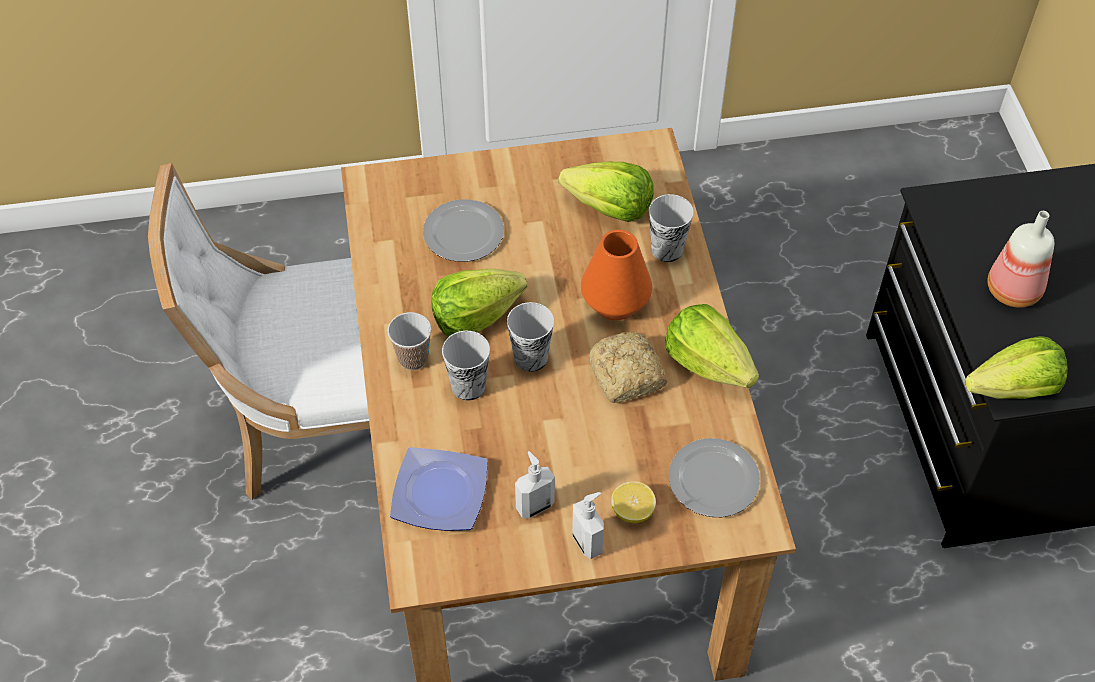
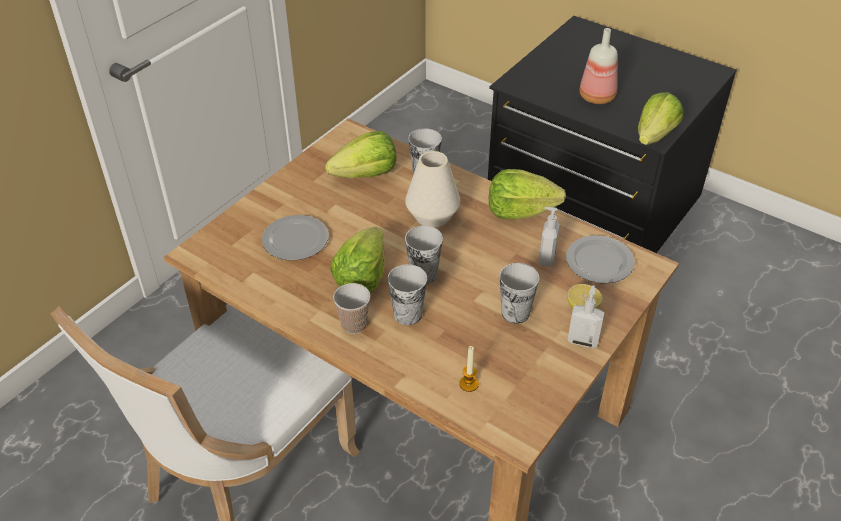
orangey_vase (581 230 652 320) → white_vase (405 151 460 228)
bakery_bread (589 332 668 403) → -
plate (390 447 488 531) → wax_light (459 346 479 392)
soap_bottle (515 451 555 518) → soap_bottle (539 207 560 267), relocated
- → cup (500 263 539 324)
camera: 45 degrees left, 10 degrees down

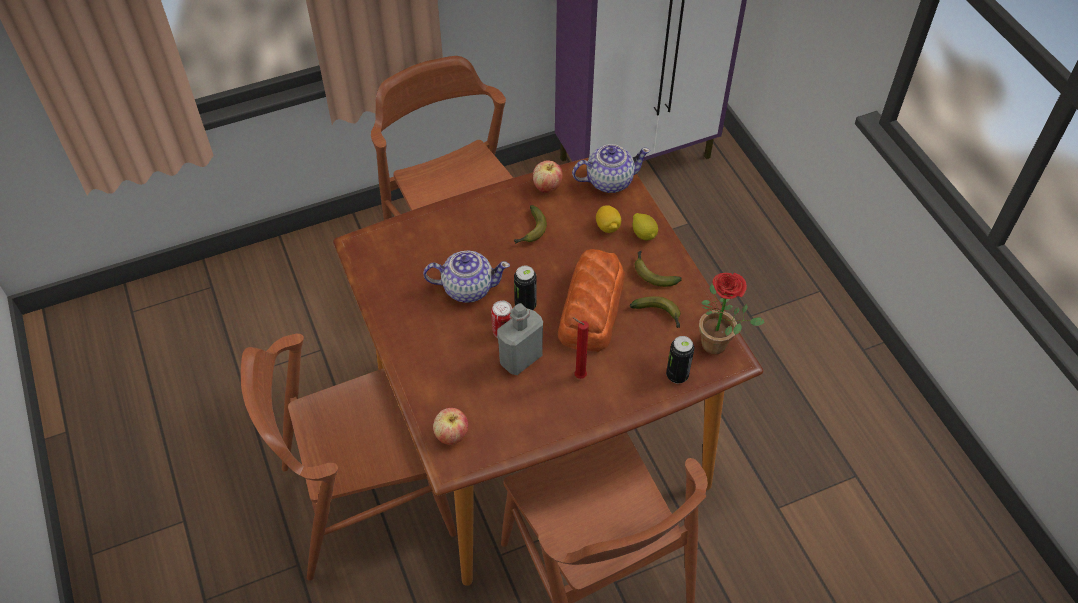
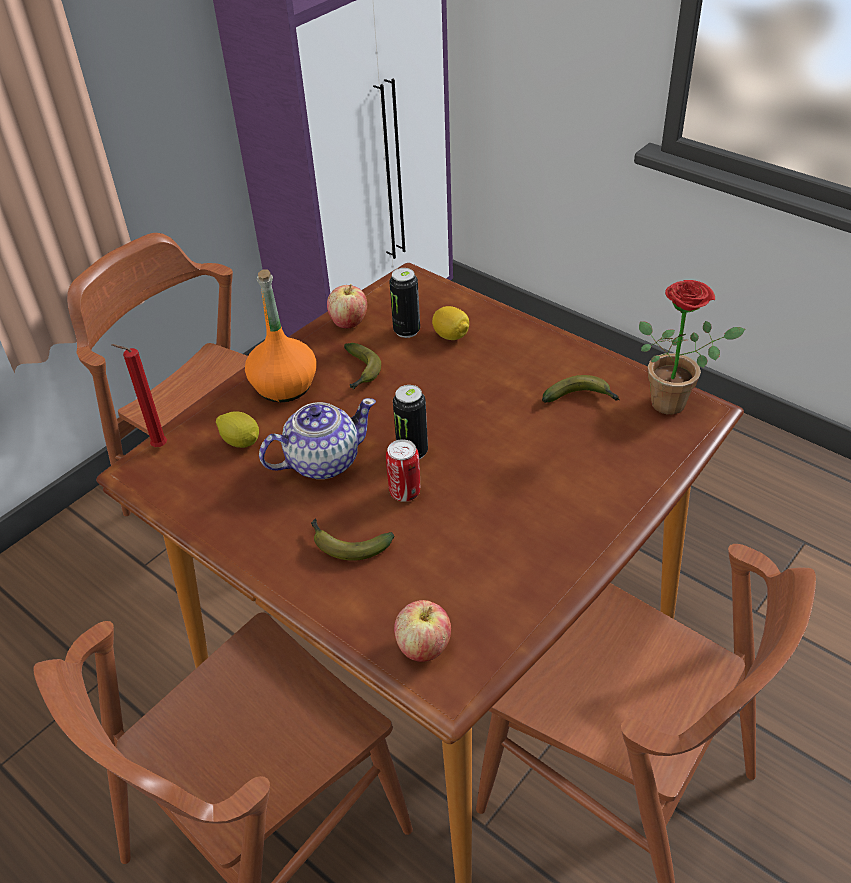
pot_for_tea (572 144 651 193) → -
citrus_fruit (632 213 658 241) → citrus_fruit (216 411 259 448), relocated
bakery_bread (558 249 625 352) → -
banana (635 251 682 287) → banana (311 518 394 561), relocated
gray_beverage_bottle (497 303 543 375) → -
reddish_wax_light (573 318 589 379) → reddish_wax_light (111 344 167 447), relocated
metal_can (666 336 694 383) → metal_can (389 268 420 338), relocated
- → orangey_beverage_bottle (245 269 316 402)
camera: 25 degrees left, 10 degrees down

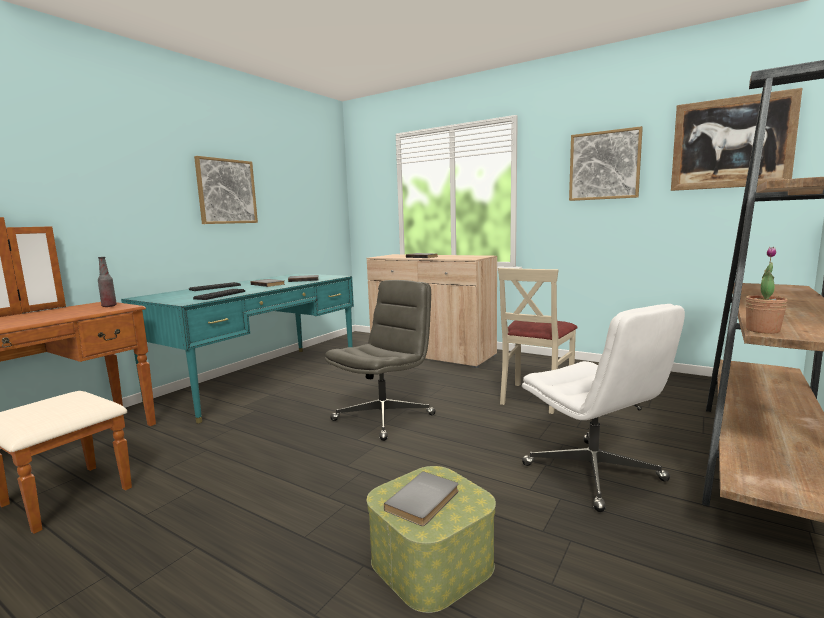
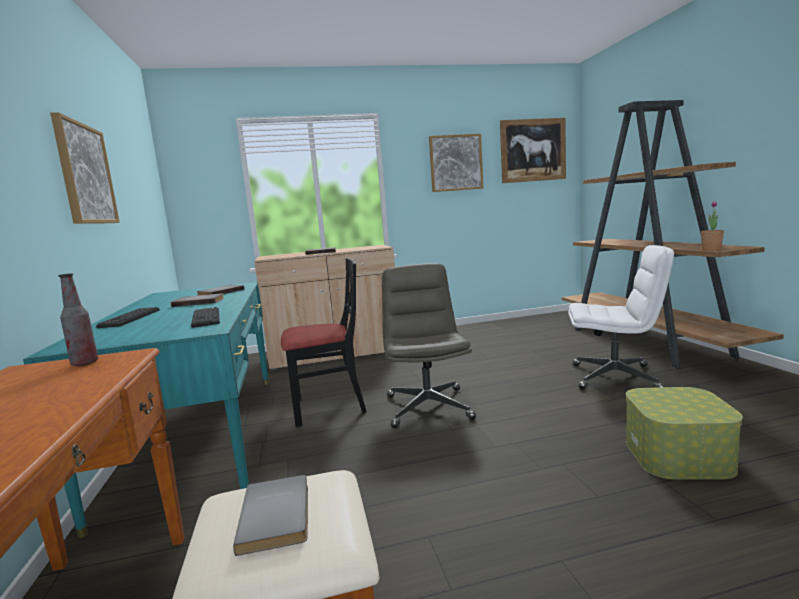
sand-coloured_upright_chair (498 268 578 414) → -
gray_volume (384 471 458 526) → gray_volume (233 475 308 556), relocated
- → blackish_upright_chair (281 258 367 427)
camera: 45 degrees left, 0 degrees up

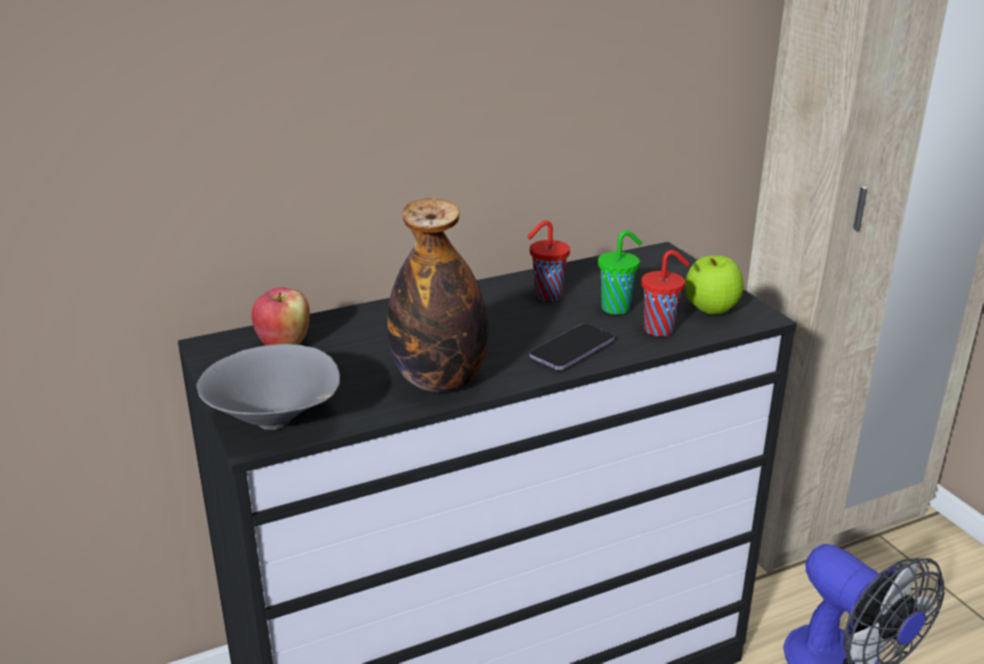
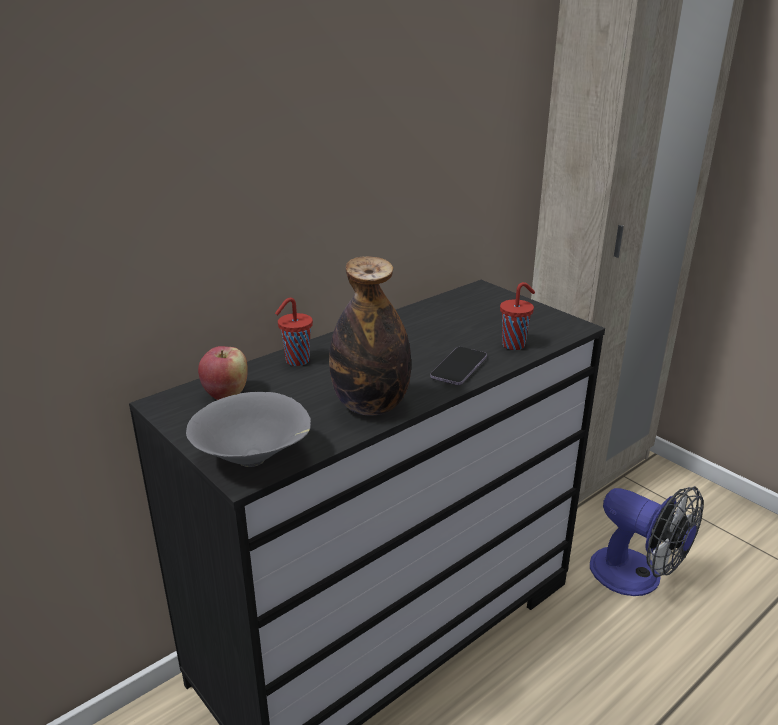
reddish_cup (527 220 570 301) → reddish_cup (275 297 313 366), relocated
green_cup (598 231 642 315) → -
whole_apple (685 256 744 315) → -
camera: 15 degrees left, 0 degrees up

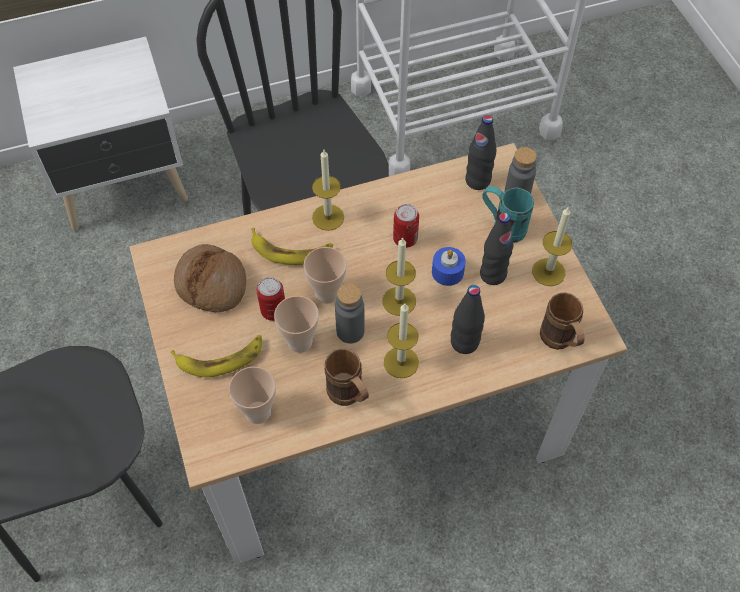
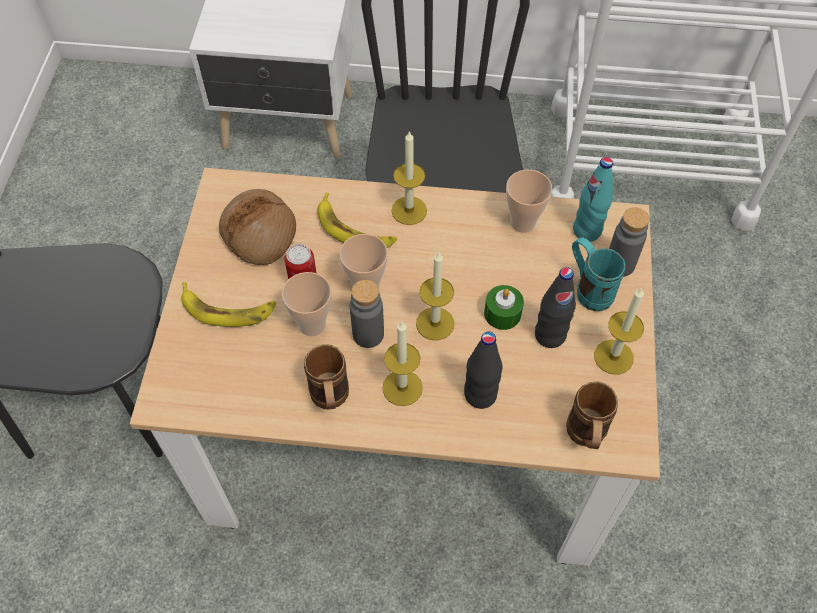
blackish_beverage_bottle (465 115 497 190) → blue-green_beverage_bottle (573 157 613 242)
metal_can (393 204 419 248) → -
blue-coloured_wax_light (432 247 466 286) → green_wax_light (484 285 524 330)
cup (229 367 276 424) → cup (506 170 553 233), relocated
camera: 25 degrees right, 0 degrees up

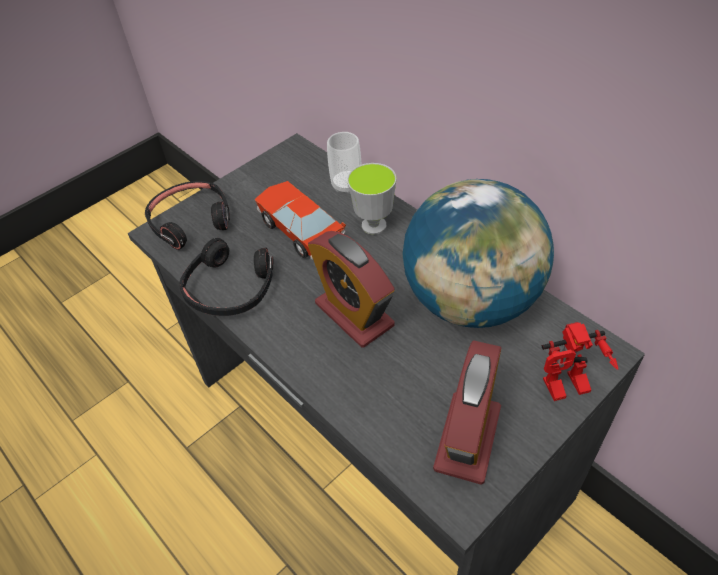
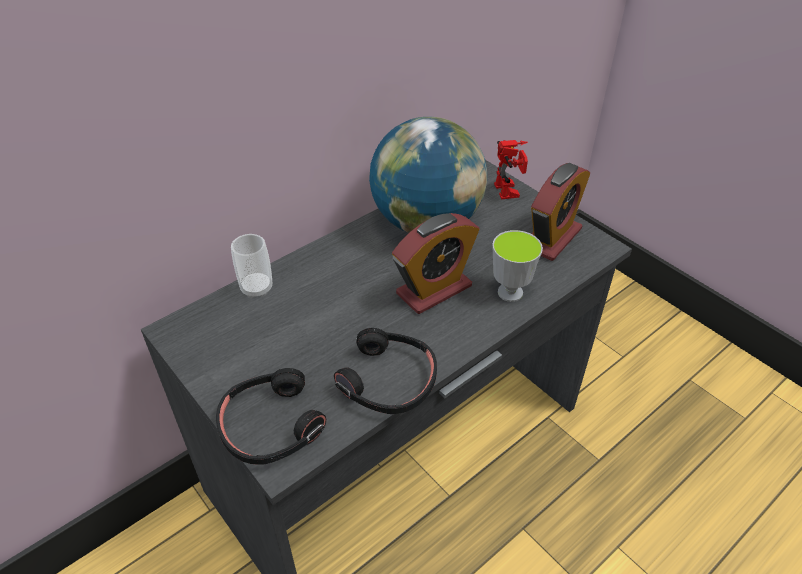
cup (347 163 397 235) → cup (492 230 543 302), relocated
toy_car (254 181 346 260) → -
table_clock (433 340 501 485) → table_clock (531 163 590 261), 75 degrees counterclockwise
camera: 90 degrees left, 5 degrees down

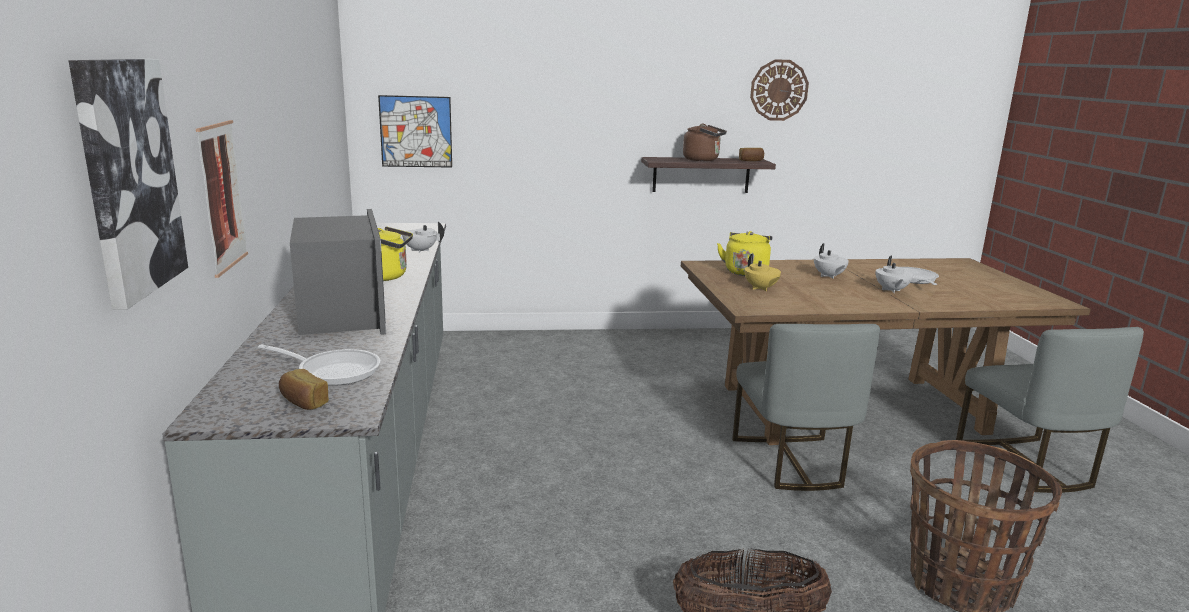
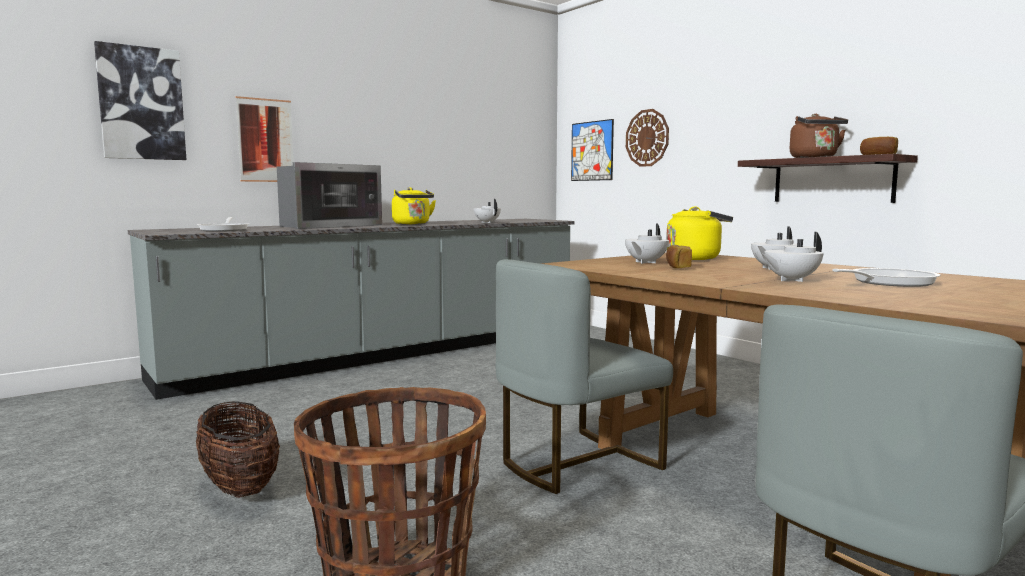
wall_clock (750 59 809 121) → wall_clock (626 109 669 167), relocated
yellowish_pot_for_tea (744 253 781 291) → white_pot_for_tea (625 224 669 264)
bakery_bread (279 369 329 410) → bakery_bread (666 245 692 268), relocated
camera: 60 degrees right, 10 degrees down

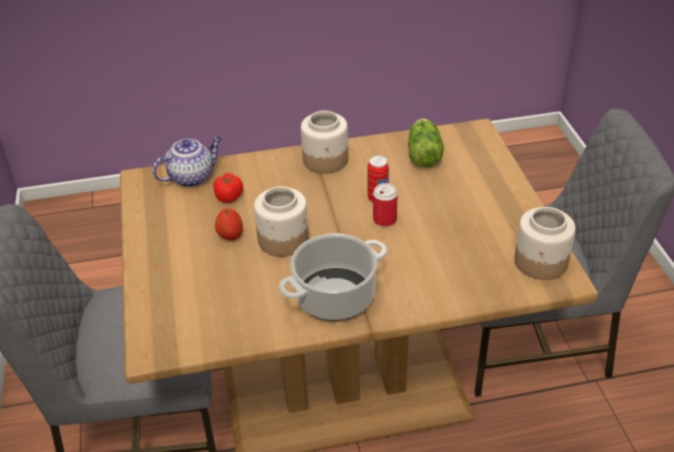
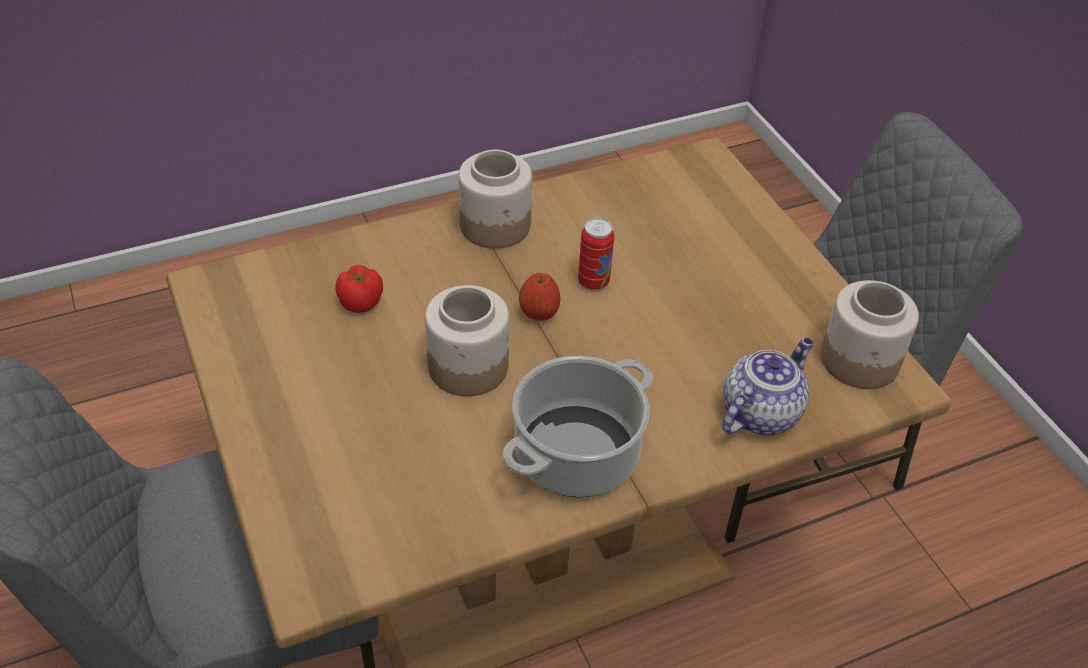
head_of_lettuce (408 119 444 168) → -
pot_for_tea (152 136 222 187) → pot_for_tea (722 338 813 435), relocated
metal_can (373 183 398 226) → -
whole_apple (215 208 243 240) → whole_apple (519 273 561 321), relocated
camera: 15 degrees left, 5 degrees up

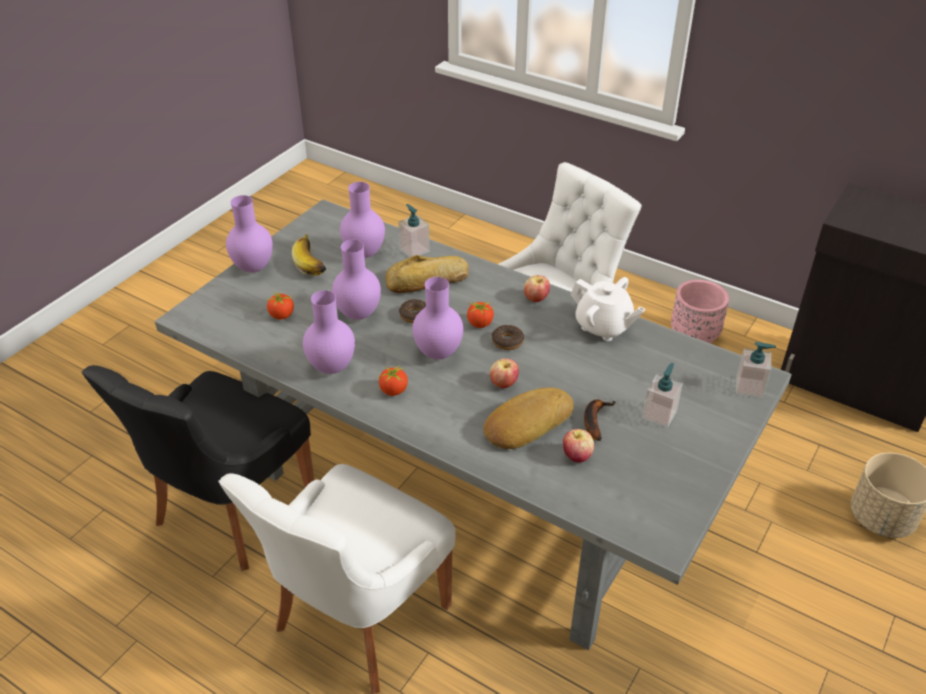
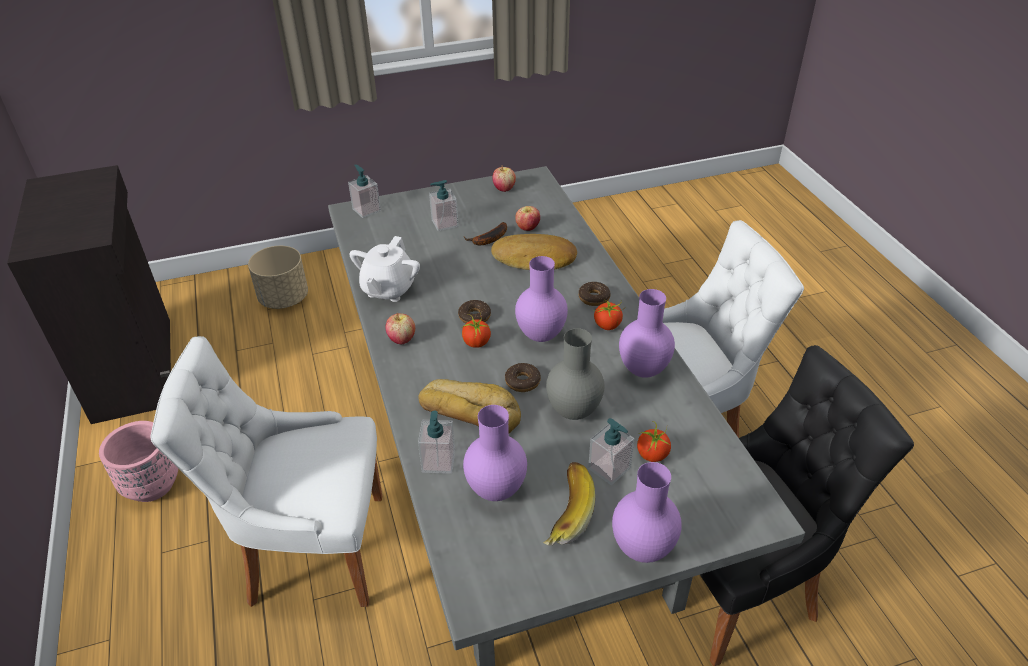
purplish_vase (332 239 381 320) → gray_vase (546 328 605 420)
white_pot_for_tea (570 277 645 341) → white_pot_for_tea (349 236 420 302), 150 degrees counterclockwise
whole_apple (490 358 519 388) → whole_apple (492 165 516 192), relocated
- → donut (578 282 611 306)
- → soap_bottle (588 418 634 485)
camera: 140 degrees left, 0 degrees up

